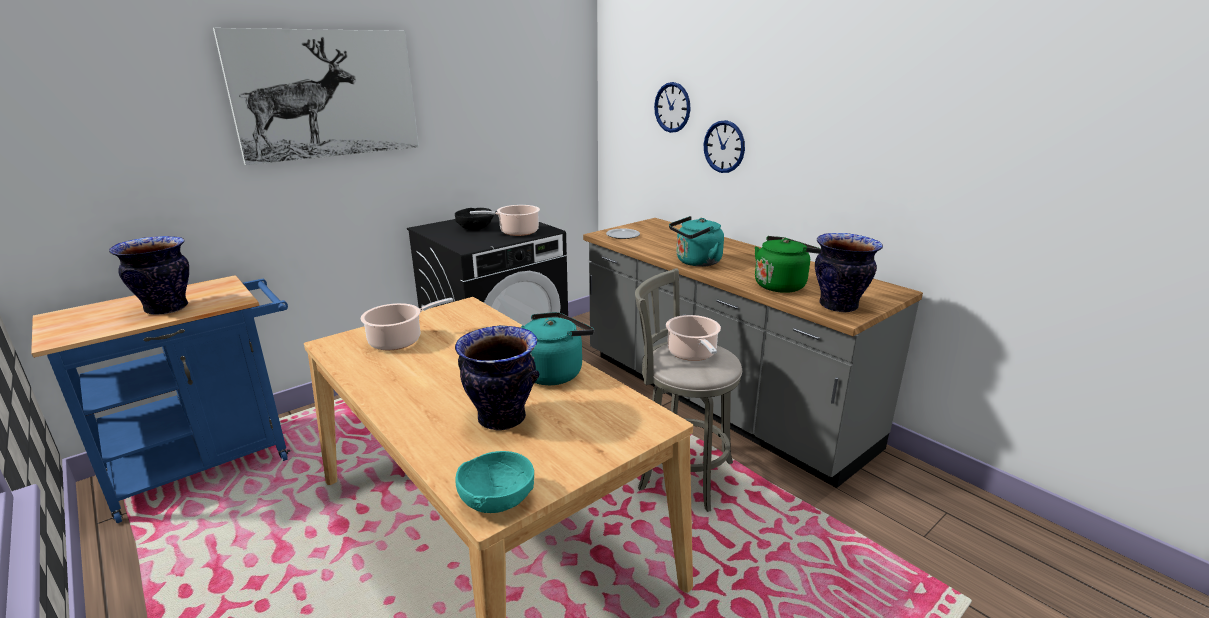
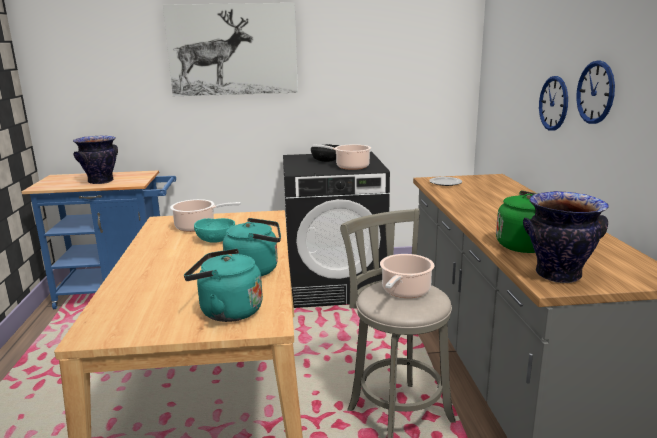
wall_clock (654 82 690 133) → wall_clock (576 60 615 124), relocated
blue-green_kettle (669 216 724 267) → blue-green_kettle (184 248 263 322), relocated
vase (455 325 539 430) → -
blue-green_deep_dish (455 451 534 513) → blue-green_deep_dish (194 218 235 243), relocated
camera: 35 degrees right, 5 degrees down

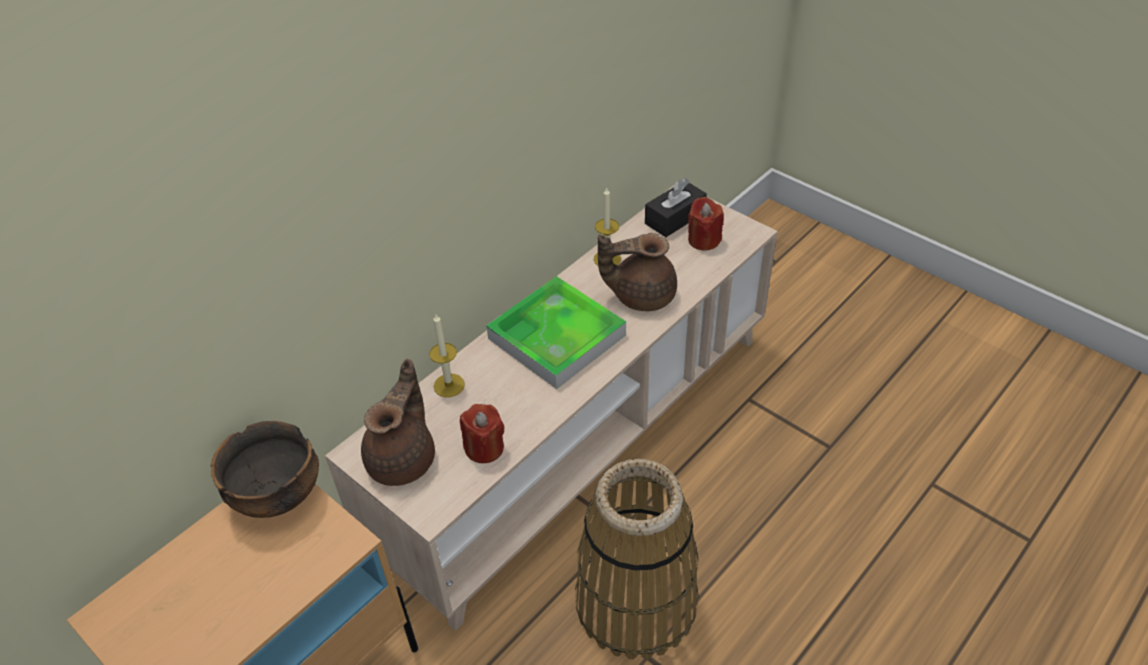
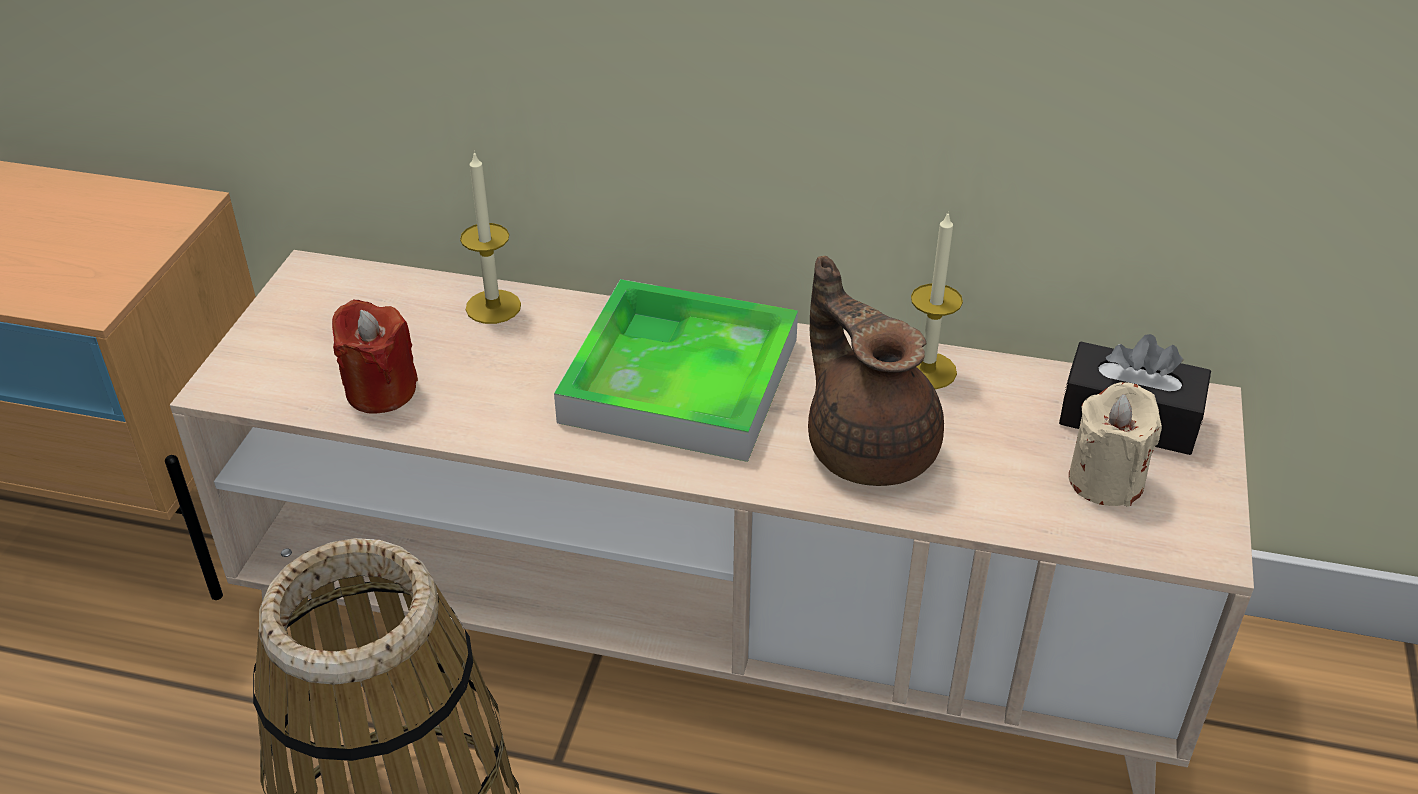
reddish_wax_light (688 197 724 251) → sand-coloured_wax_light (1069 382 1162 507)
brownish_pot_for_tea (361 359 435 486) → -
deep_dish (211 421 319 518) → -
camera: 60 degrees right, 5 degrees down

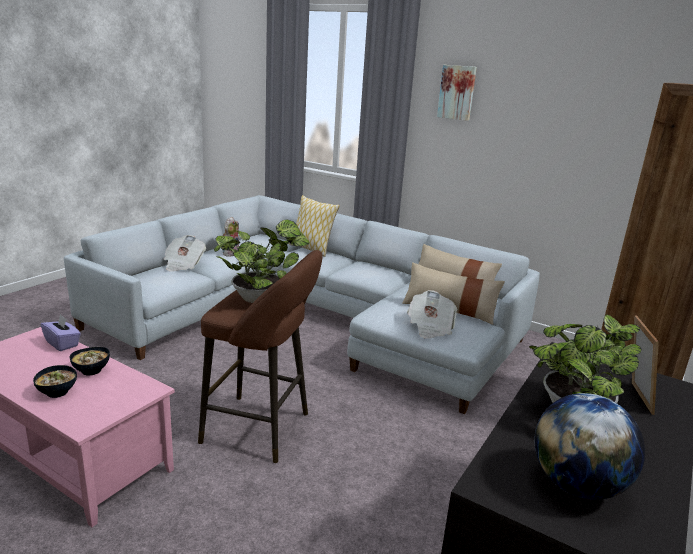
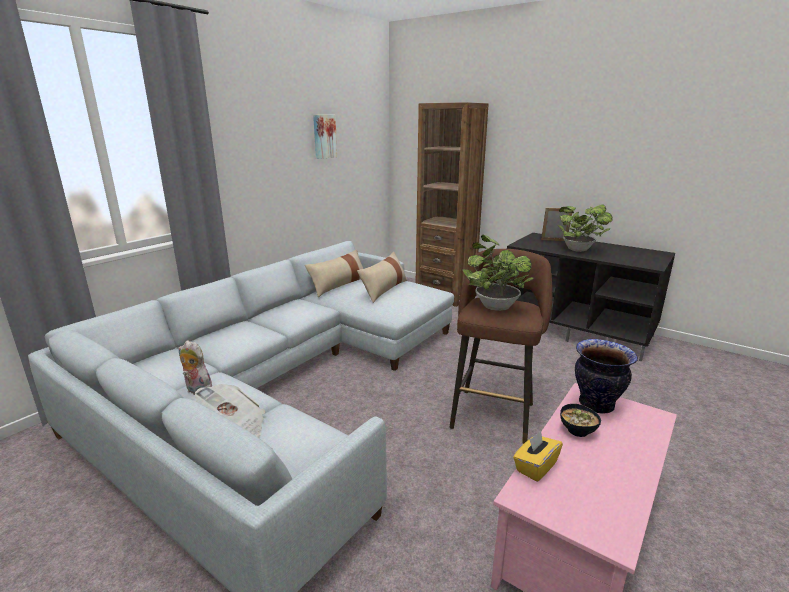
wall_art (437 65 477 121) → wall_art (313 115 337 159), relocated
cushion (289 195 340 257) → -
daily_paper (407 290 457 339) → -
purplish_tissue_box (41 314 81 351) → yellowish_tissue_box (513 431 563 482)
deep_dish (33 365 77 398) → -
globe (534 393 645 500) → -
- → vase (575 339 638 414)
camera: 85 degrees left, 0 degrees up

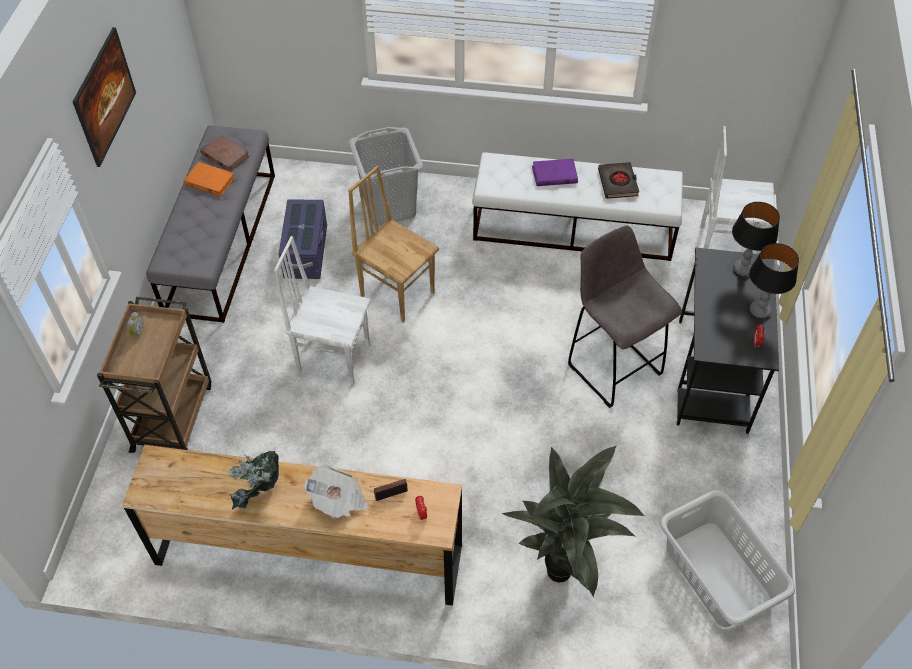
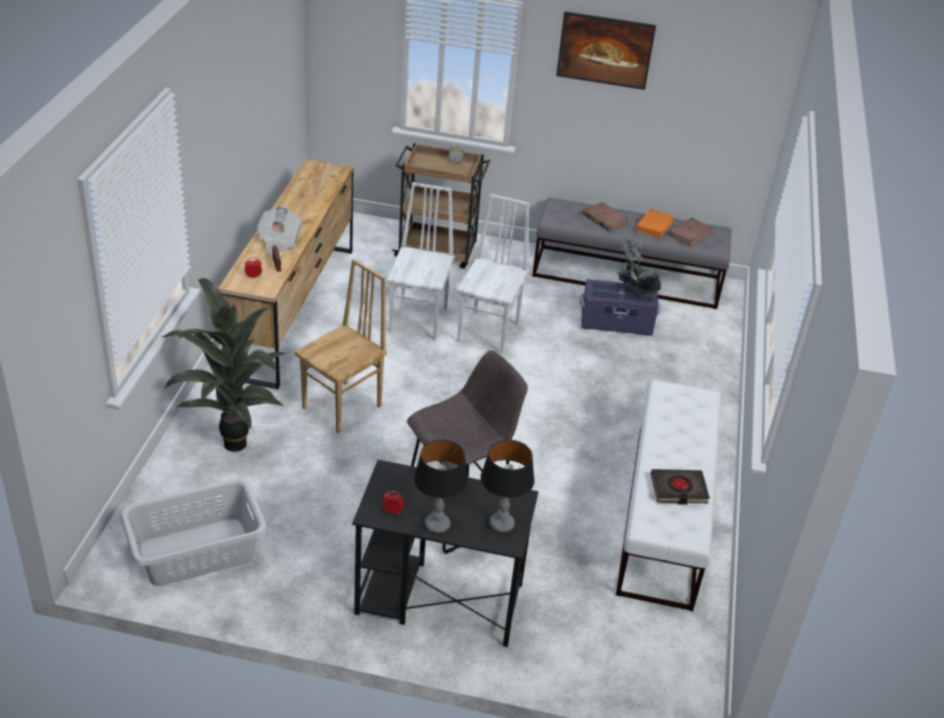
white_upright_chair (700 126 775 254) → white_upright_chair (386 182 454 340), relocated
gray_hamper (349 127 423 226) → -
purplish_volume (532 159 578 186) → -
brownish_upright_chair (348 165 439 323) → brownish_upright_chair (295 259 387 433), relocated
houseplant (227 451 279 510) → houseplant (617 234 661 296), relocated
- → brownish_volume (583 202 629 231)
camera: 90 degrees right, 15 degrees down

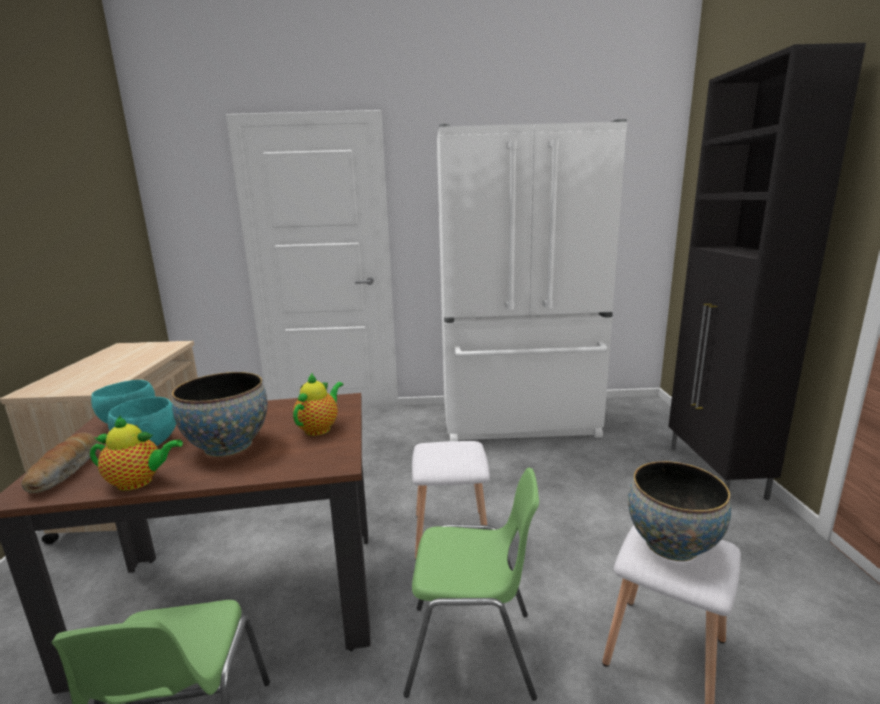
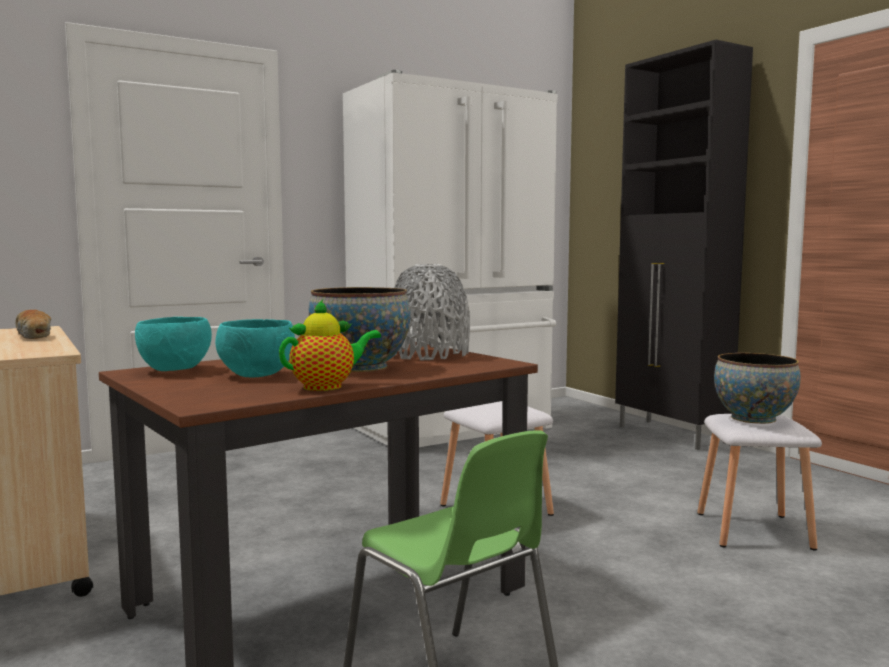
pot_for_tea (293 373 344 436) → gray_vase (393 264 470 361)
bakery_bread (21 433 98 494) → bakery_bread (15 310 51 339), relocated
green_upright_chair (403 468 539 701) → -
camera: 30 degrees left, 10 degrees down

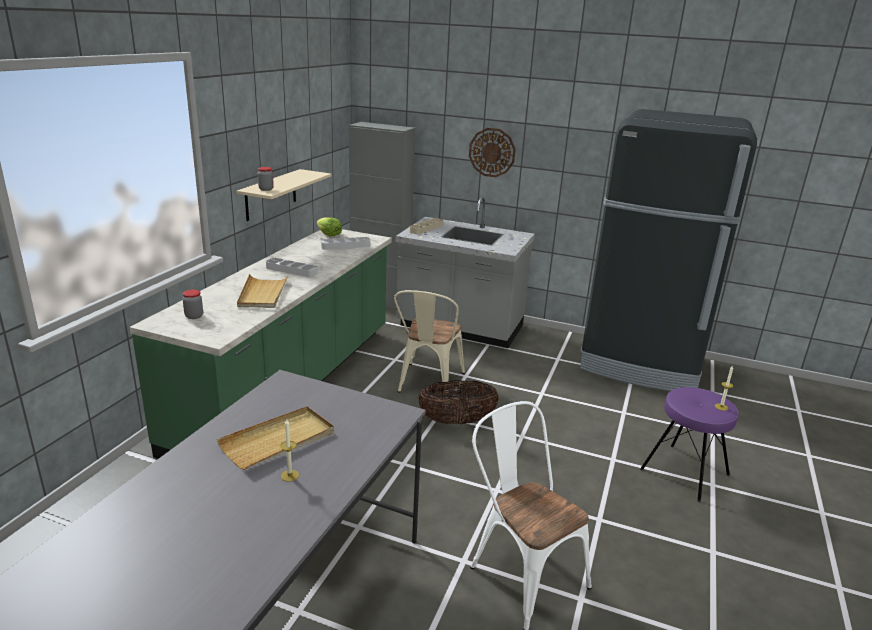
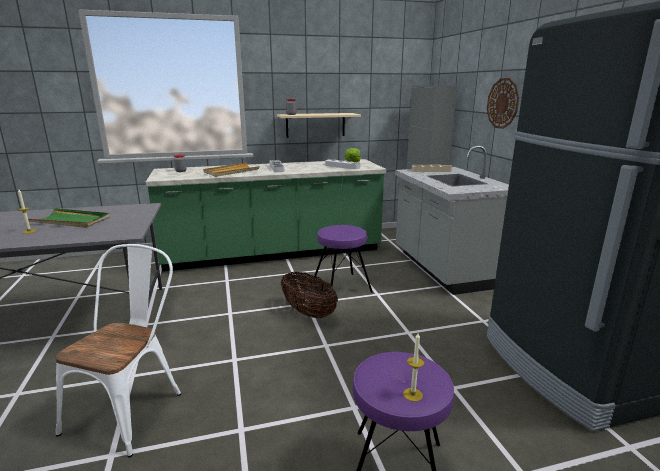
sand-coloured_upright_chair (394 290 465 393) → purplish_stool_seat (314 225 373 293)
sand-coloured_carrying_tray (217 406 334 470) → green_carrying_tray (28 208 110 228)
camera: 55 degrees right, 5 degrees down

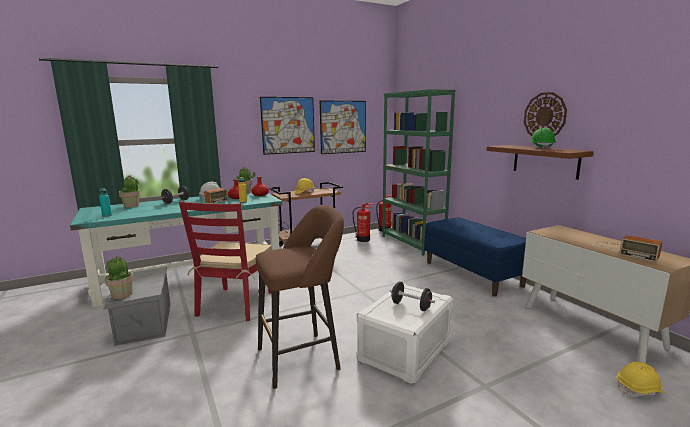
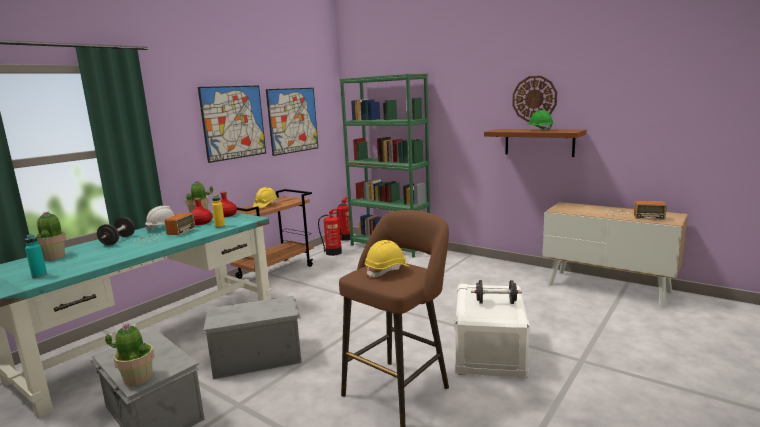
reddish_upright_chair (179 201 272 321) → gray_storage_box (202 296 302 379)
blue-coloured_long_seat (424 217 527 296) → -
yellowish_safety_helmet (617 362 665 397) → yellowish_safety_helmet (365 240 410 278), relocated
camera: 25 degrees left, 0 degrees up

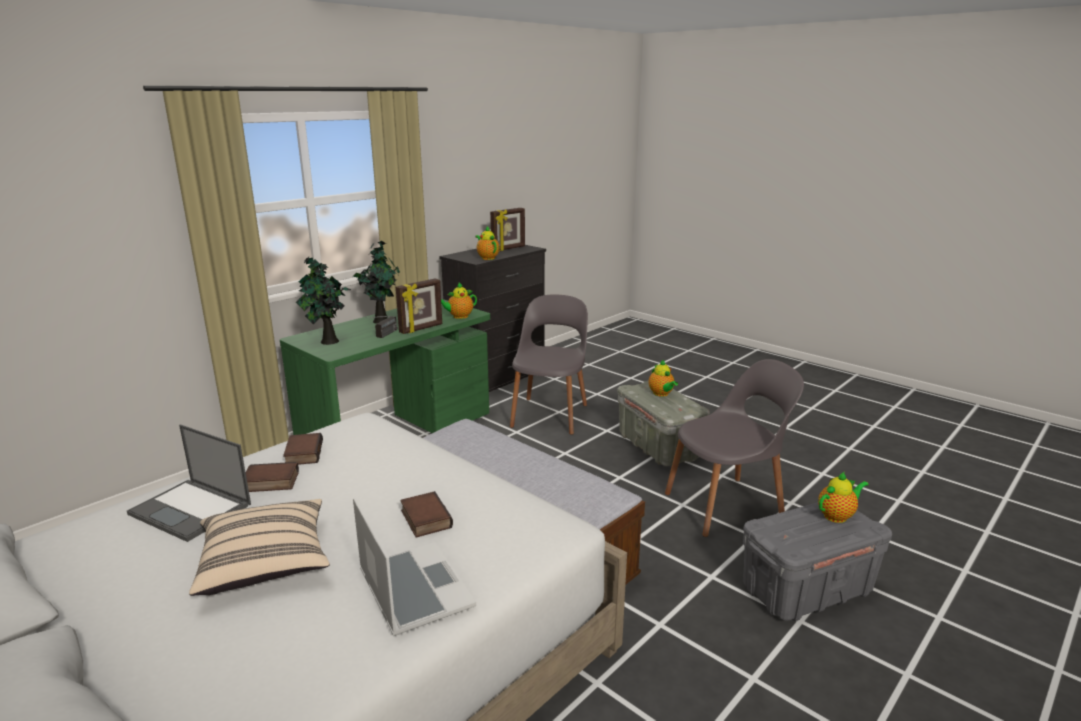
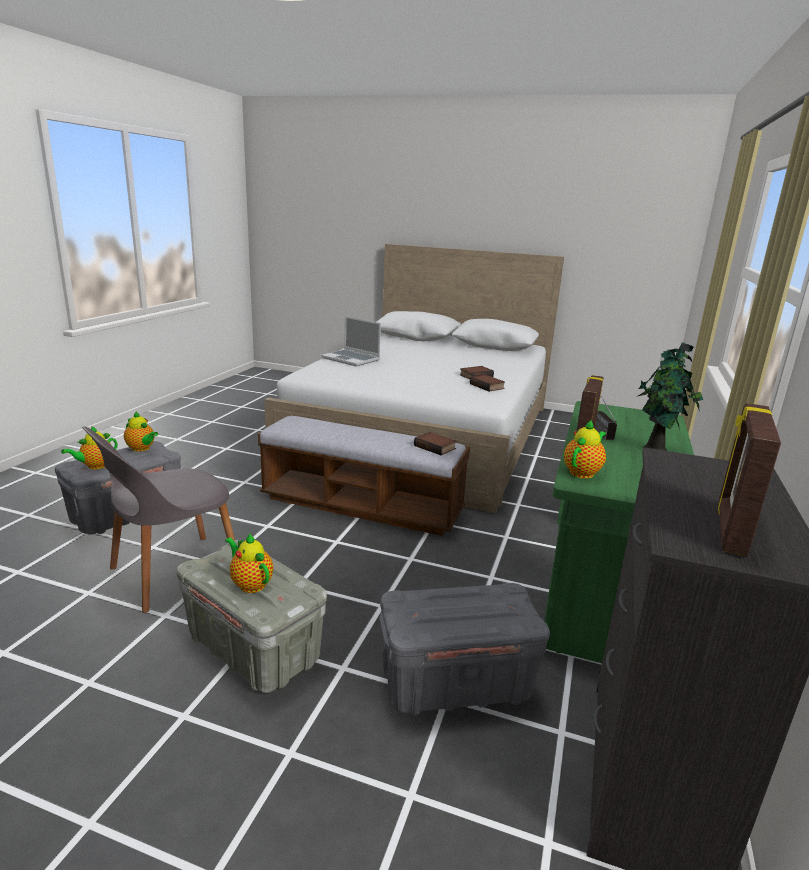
pot_for_tea (475 226 500 260) → pot_for_tea (124 411 158 452), relocated
houseplant (296 257 351 345) → -
gray_upright_chair (510 294 588 435) → gray_storage_box (380 583 550 716)
laptop (127 424 251 542) → -
volume (400 491 453 537) → volume (414 432 456 455), relocated
sand-coloured_cushion (189 499 330 596) → -
camera: 155 degrees right, 0 degrees up

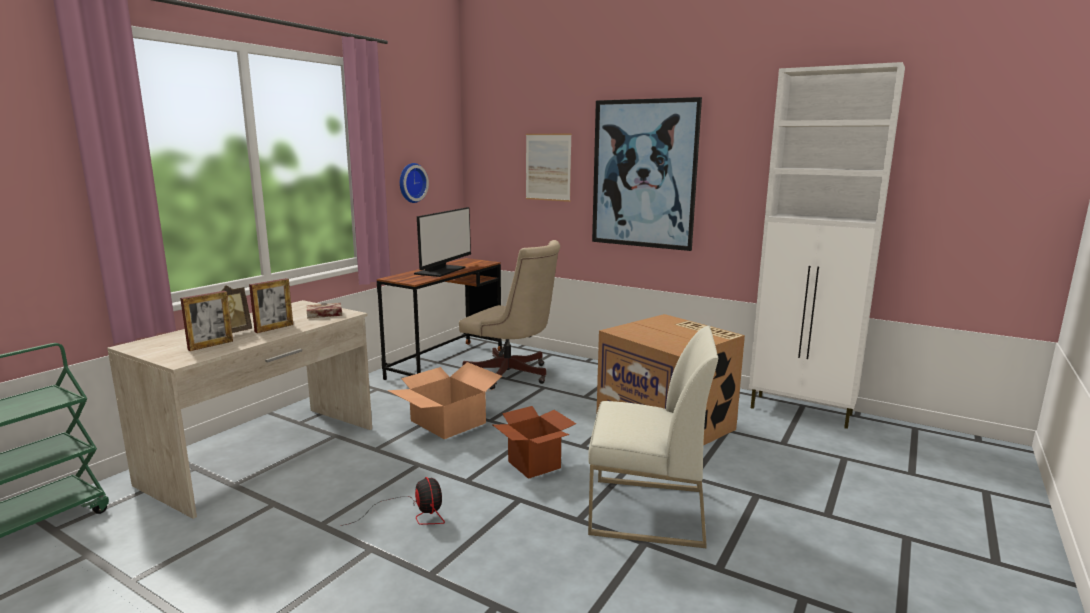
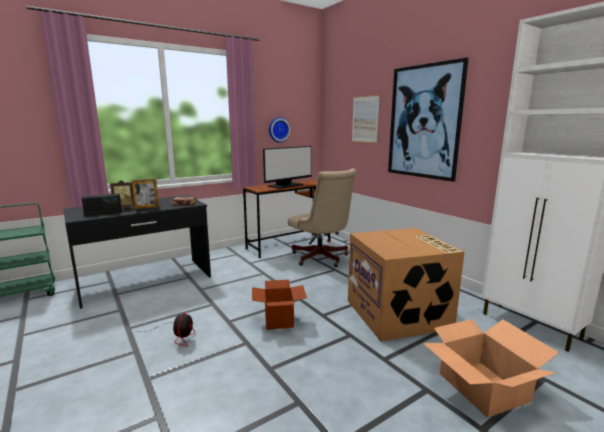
picture_frame (180 291 233 351) → radio (81 193 122 215)
sand-coloured_desk_table (107 300 372 519) → blackish_desk_table (64 195 211 309)
white_upright_chair (588 326 719 548) → -
packing_box (387 362 502 439) → packing_box (423 319 559 417), relocated
camera: 25 degrees right, 0 degrees up

